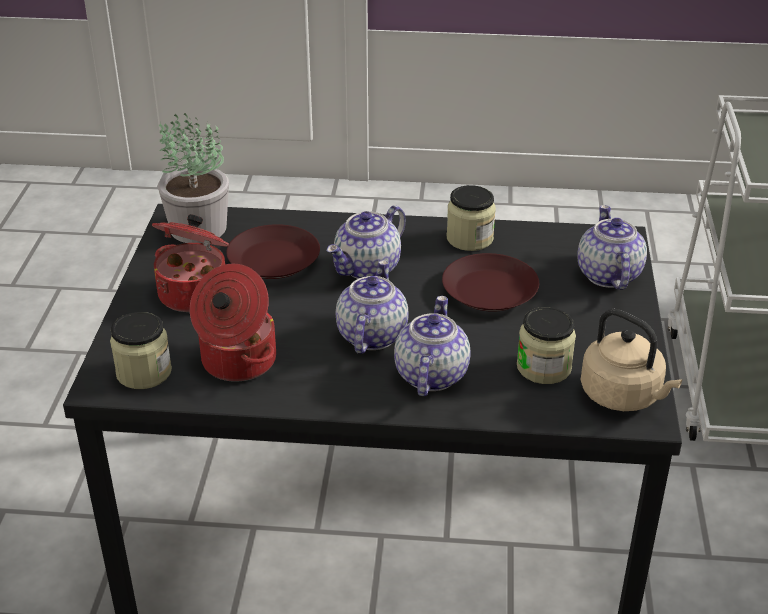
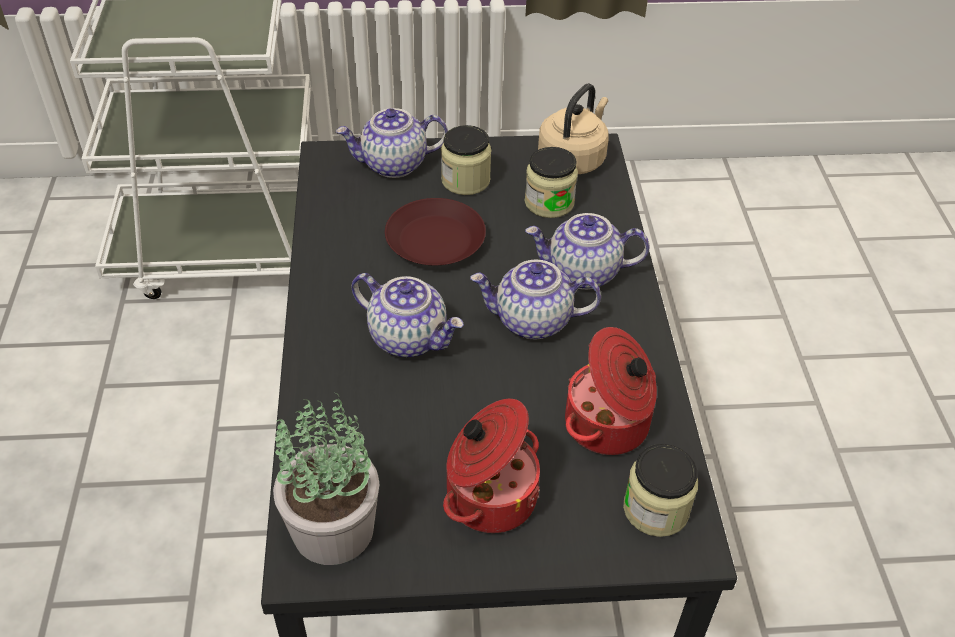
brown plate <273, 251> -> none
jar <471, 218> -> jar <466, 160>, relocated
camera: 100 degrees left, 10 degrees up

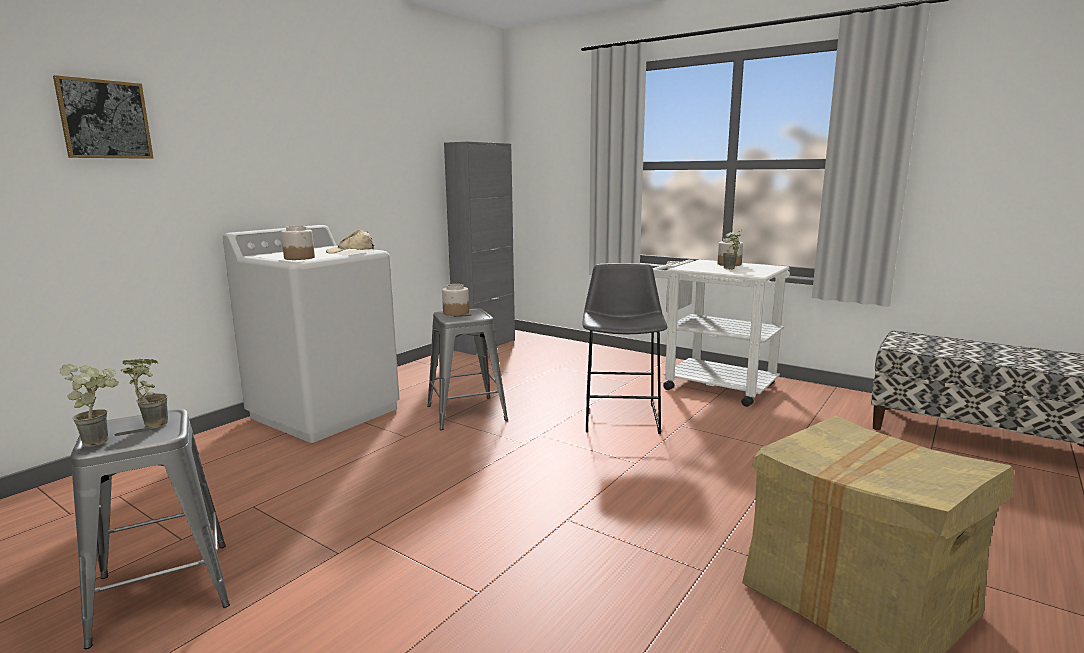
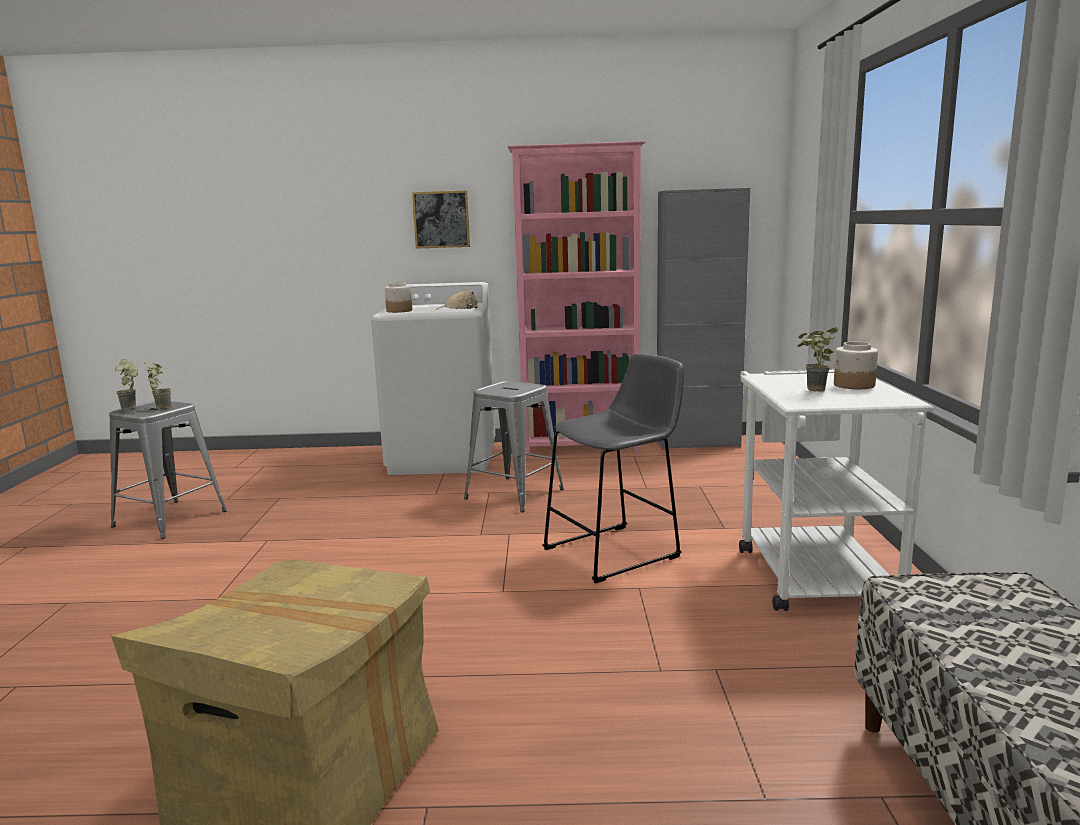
jar <455, 300> -> none
none -> pink bookcase <576, 299>
picture <103, 117> -> picture <441, 220>, relocated
camera: 55 degrees right, 0 degrees up

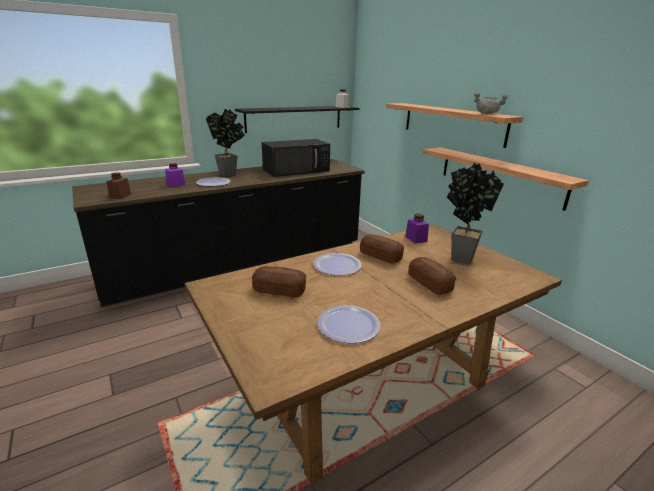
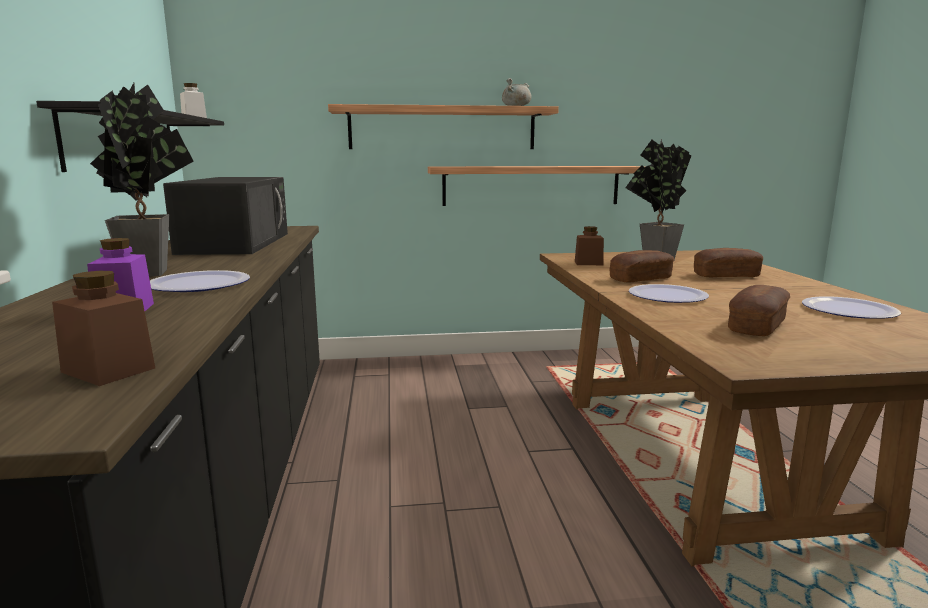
purple jar <417, 228> -> brown jar <589, 245>
camera: 65 degrees left, 10 degrees down

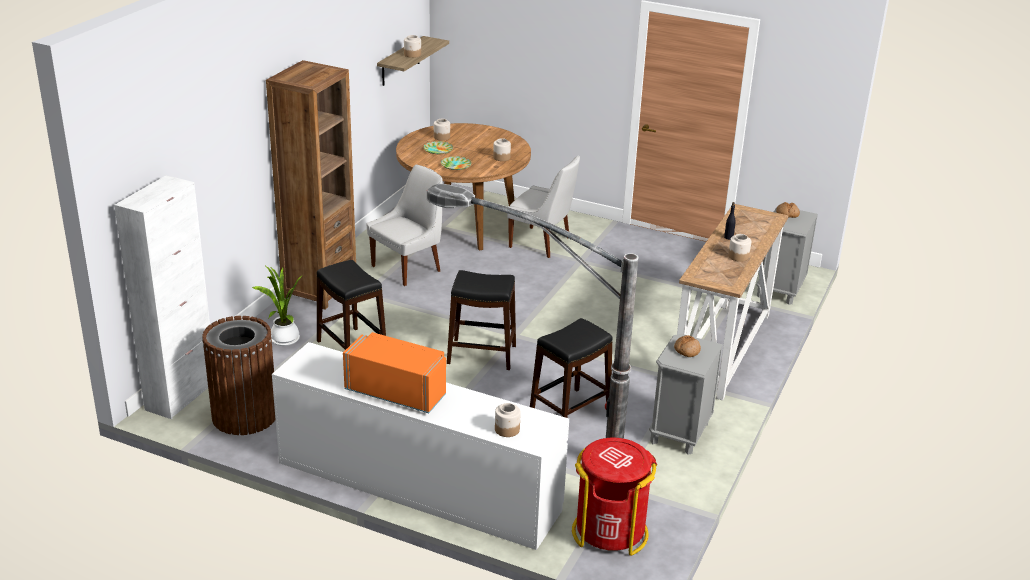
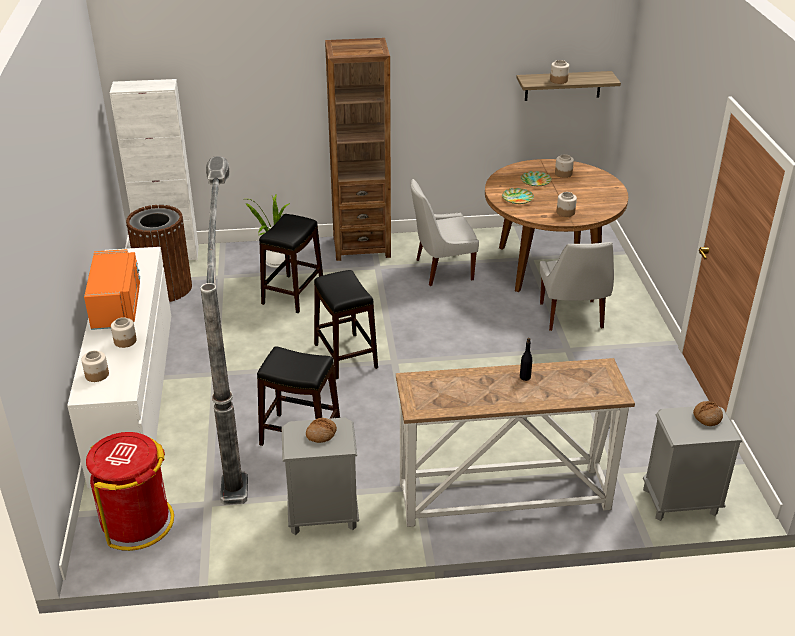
jar <739, 248> -> jar <124, 332>, relocated
white chair <405, 225> -> white chair <445, 232>, 150 degrees clockwise
camera: 60 degrees right, 5 degrees up

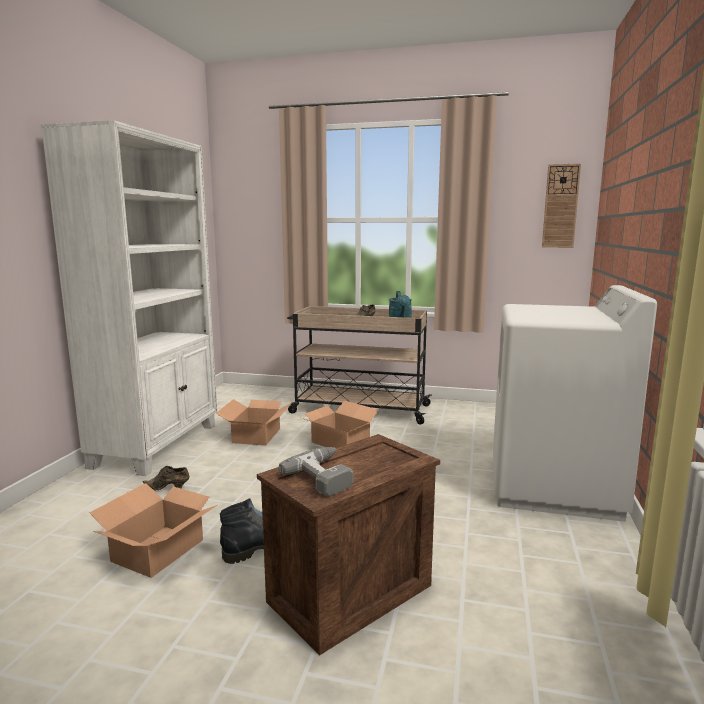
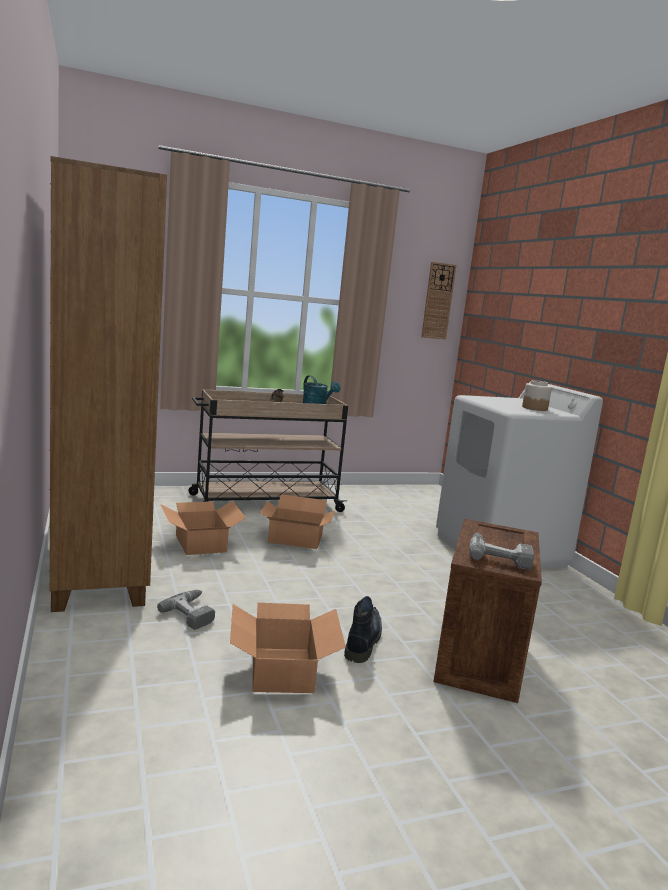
none -> jar <537, 395>
brown shoe <166, 478> -> power drill <186, 610>
white bookcase <129, 298> -> brown bookcase <108, 384>
camera: 35 degrees left, 0 degrees up

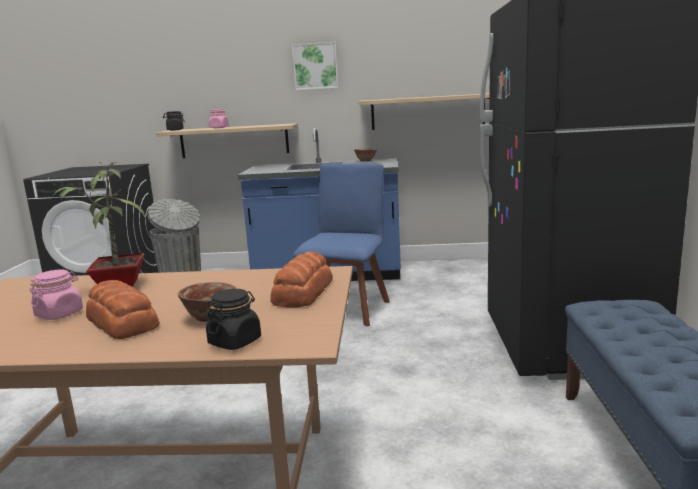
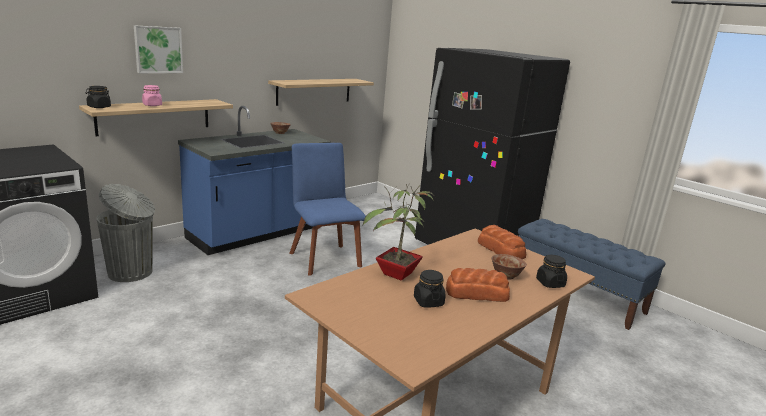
picture <315, 66> -> picture <158, 49>, relocated
pink jar <56, 295> -> black jar <430, 288>
camera: 50 degrees left, 5 degrees up

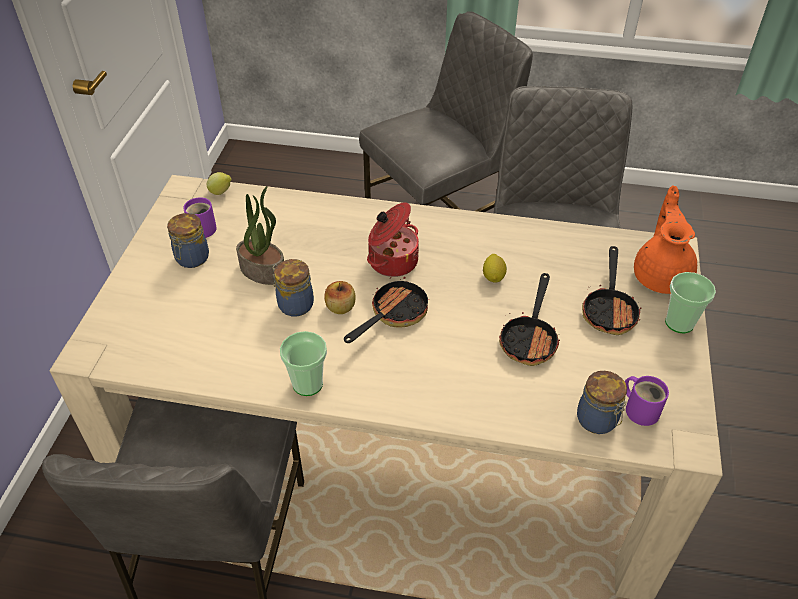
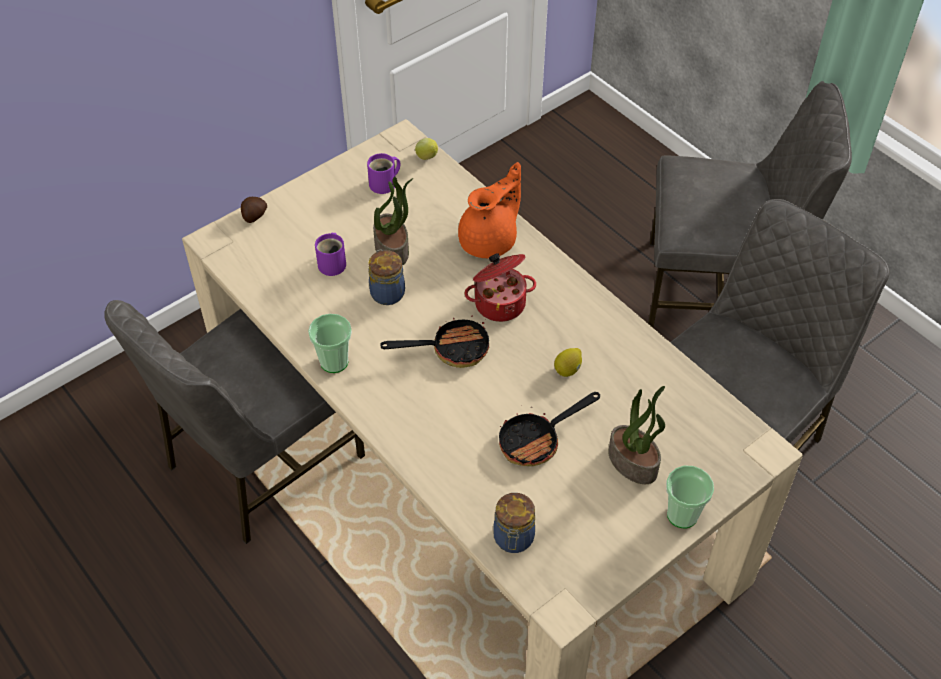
jar <188, 240> -> none
apple <340, 297> -> none
none -> potato <254, 210>
purple mug <647, 401> -> purple mug <330, 254>, relocated
orange teapot <665, 240> -> orange teapot <489, 210>, relocated
frying pan <612, 290> -> potted plant <636, 435>
camera: 40 degrees right, 5 degrees up

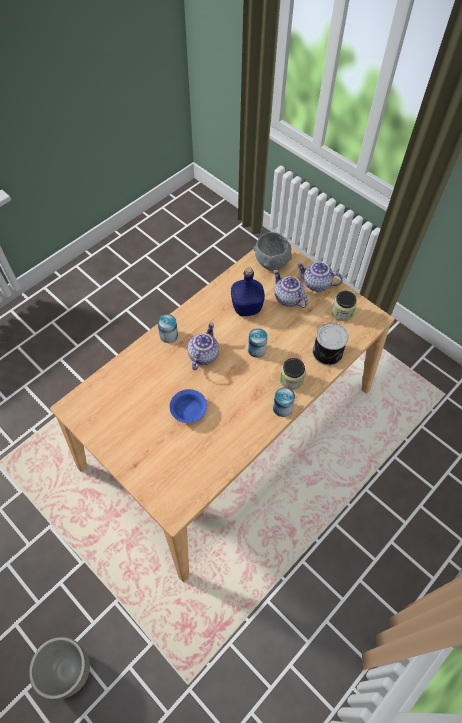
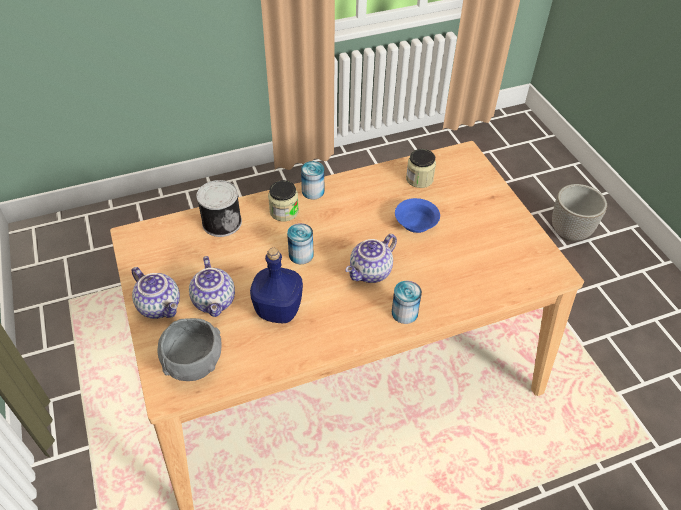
jar <344, 306> -> jar <421, 168>, relocated
camera: 155 degrees left, 10 degrees down

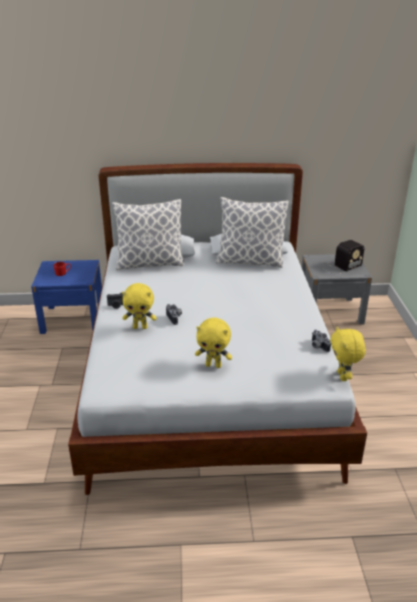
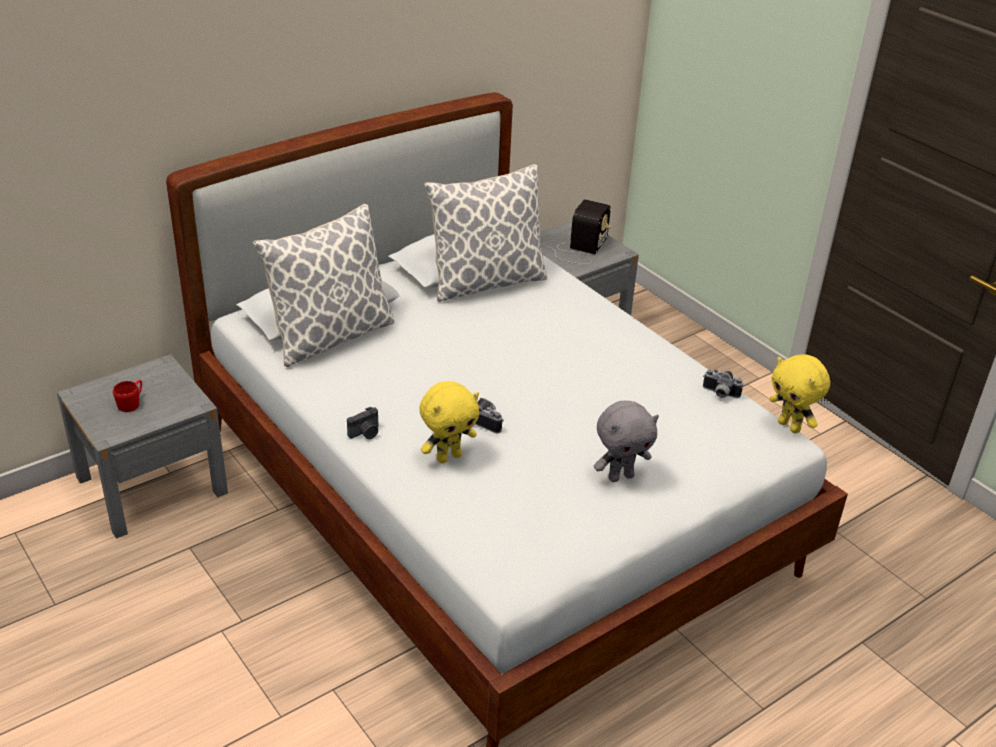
blue nightstand <66, 297> -> grey nightstand <142, 446>
yellow plush toy <213, 343> -> grey plush toy <626, 441>
camera: 35 degrees left, 5 degrees up

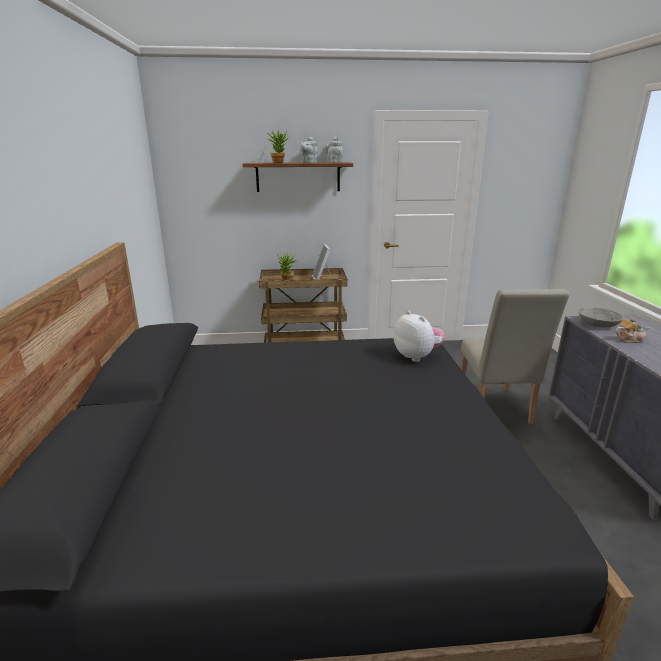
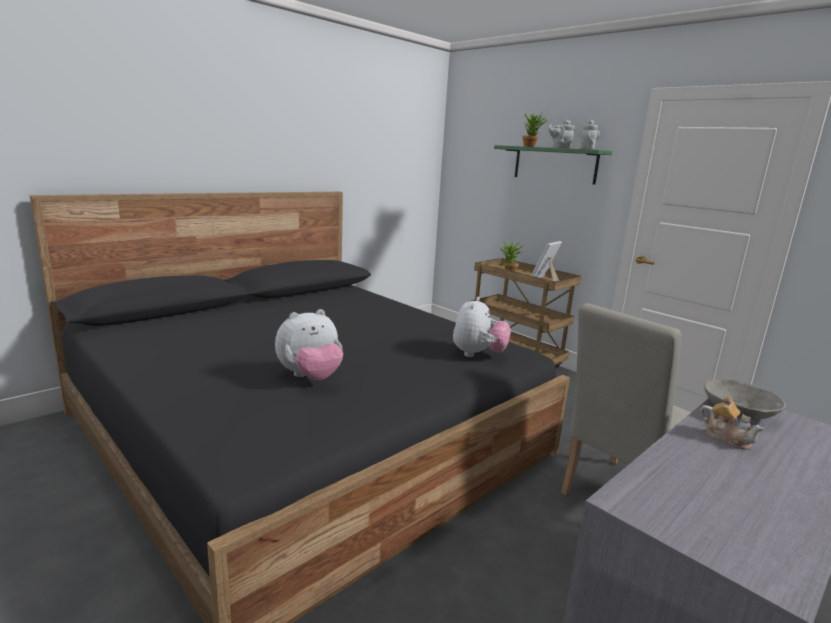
none -> plush toy <309, 344>
brown shelf <298, 177> -> green shelf <553, 165>
camera: 50 degrees right, 5 degrees down

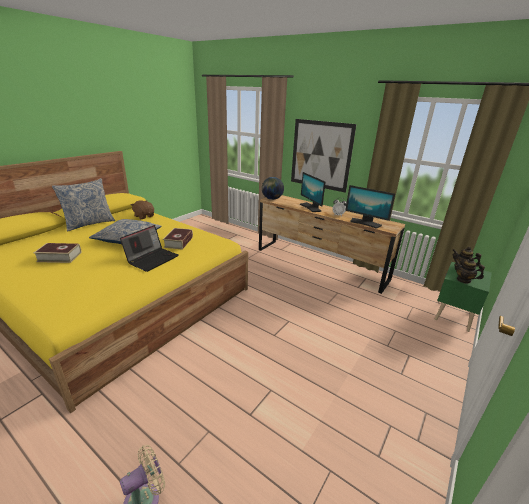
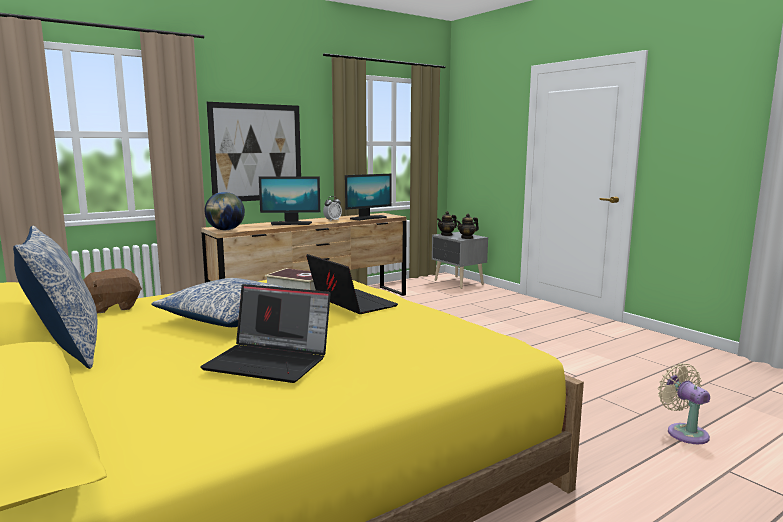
book <58, 253> -> laptop <265, 333>
green nightstand <463, 297> -> grey nightstand <460, 260>
camera: 70 degrees left, 15 degrees down

